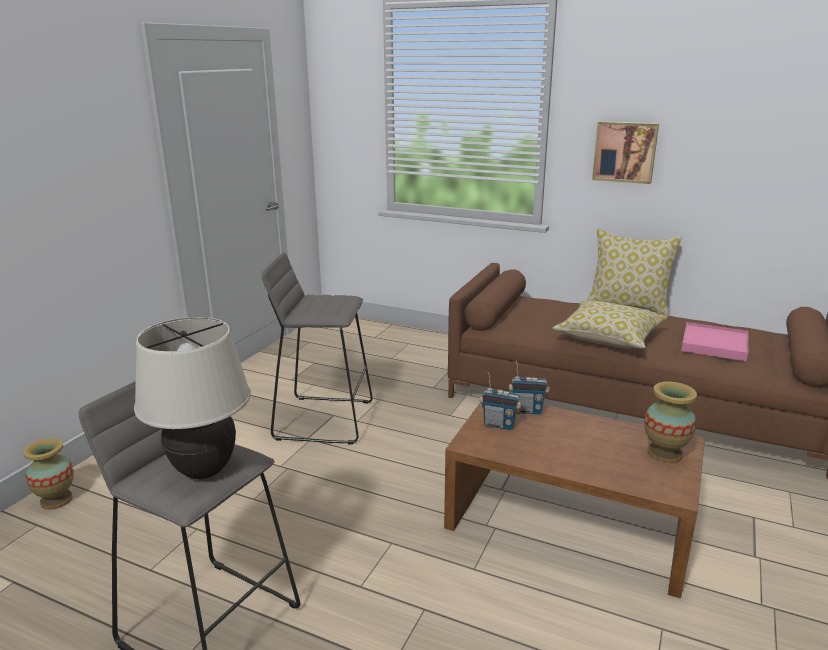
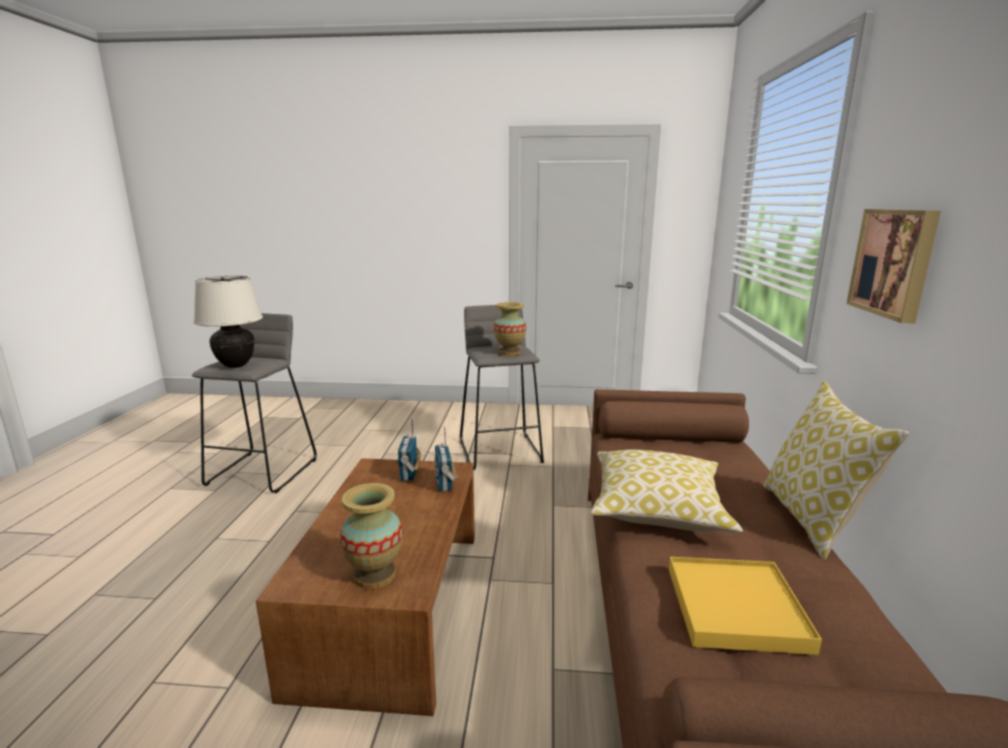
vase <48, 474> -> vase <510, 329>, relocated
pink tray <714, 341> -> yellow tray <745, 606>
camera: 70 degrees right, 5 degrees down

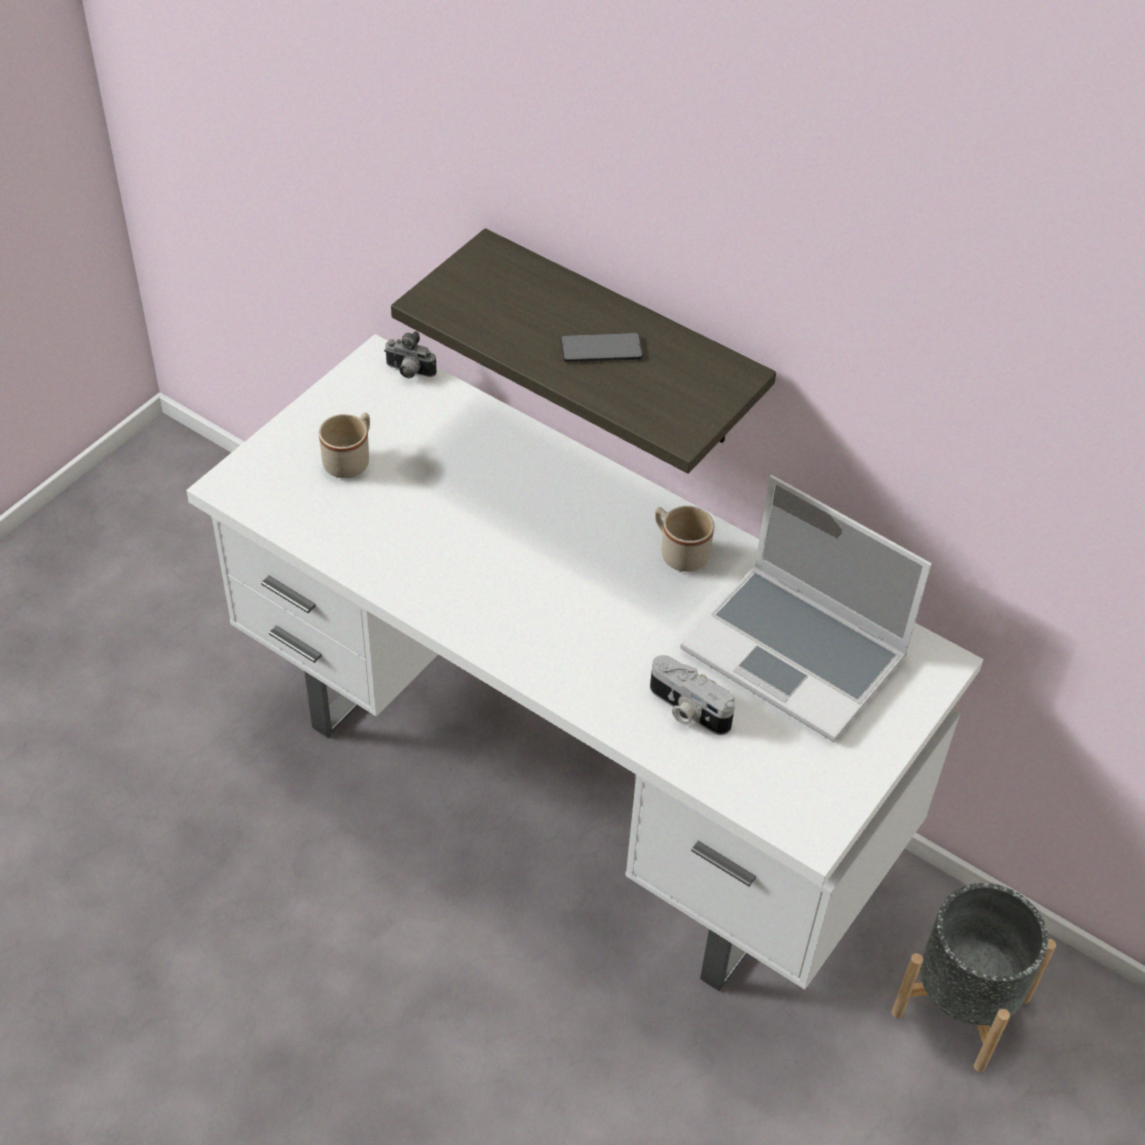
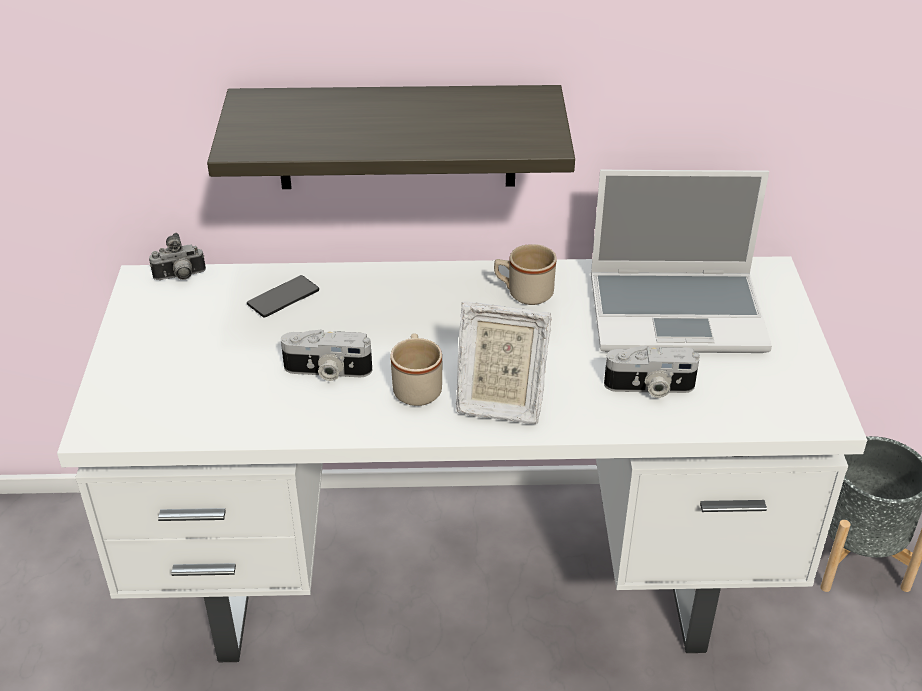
none -> photo camera <326, 355>
none -> picture frame <503, 363>
beige mug <344, 445> -> beige mug <416, 369>, relocated
phone <602, 347> -> phone <283, 296>, relocated
camera: 35 degrees left, 10 degrees down

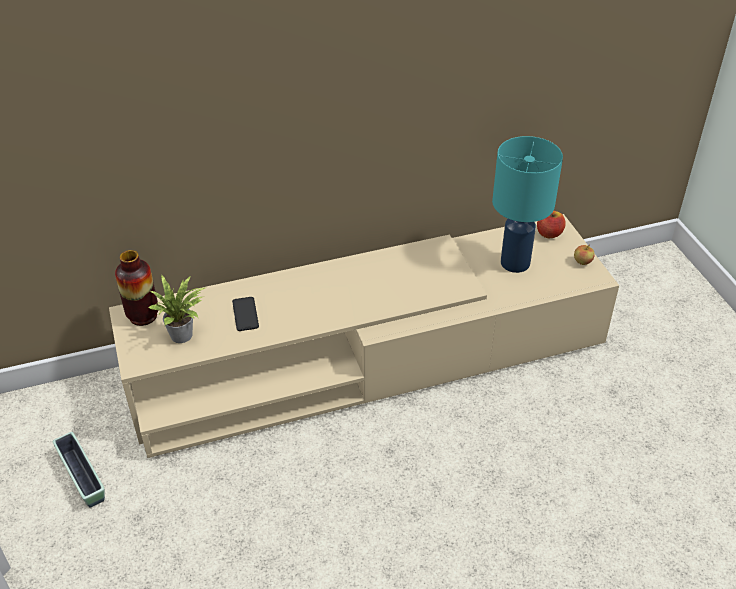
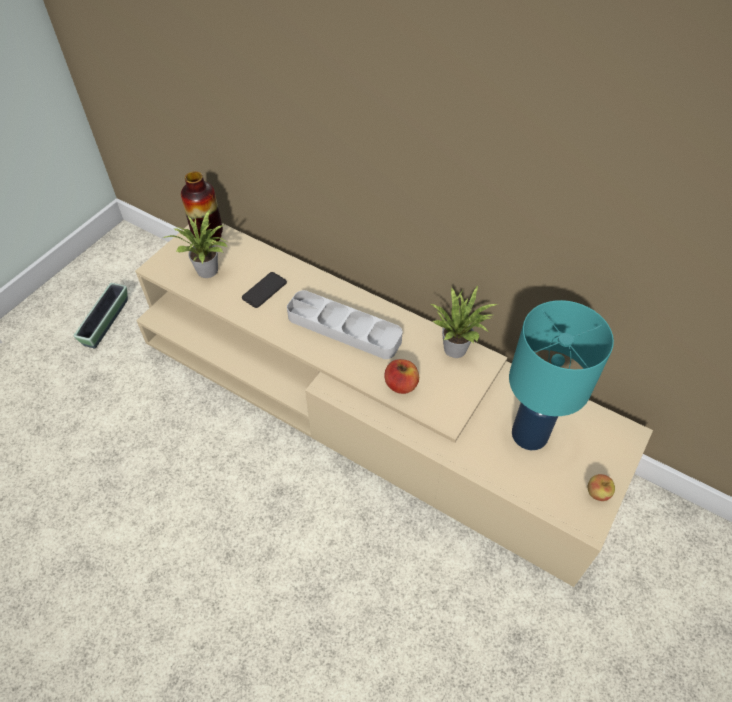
none -> grey tray <344, 324>
none -> potted plant <464, 322>
apple <551, 224> -> apple <401, 376>, relocated
camera: 50 degrees right, 10 degrees up

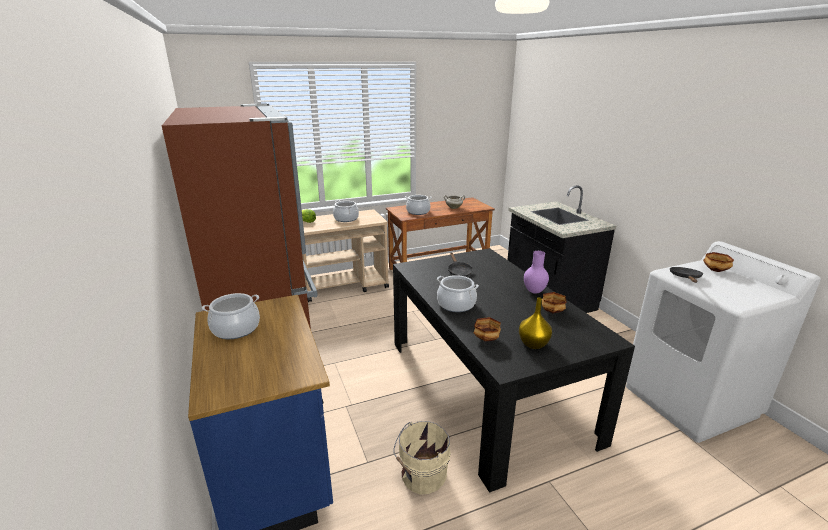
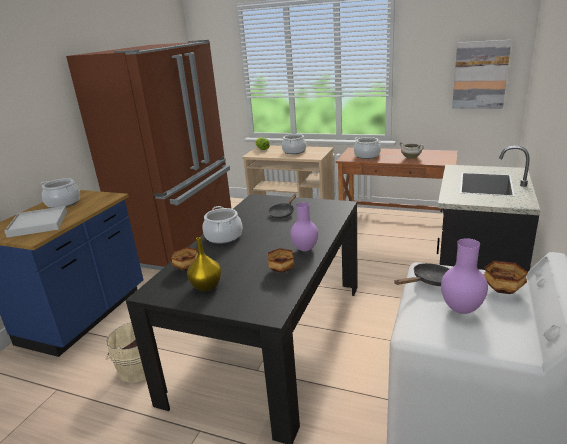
none -> white tray <36, 222>
none -> purple vase <464, 276>
none -> picture <482, 74>
camera: 45 degrees right, 0 degrees up

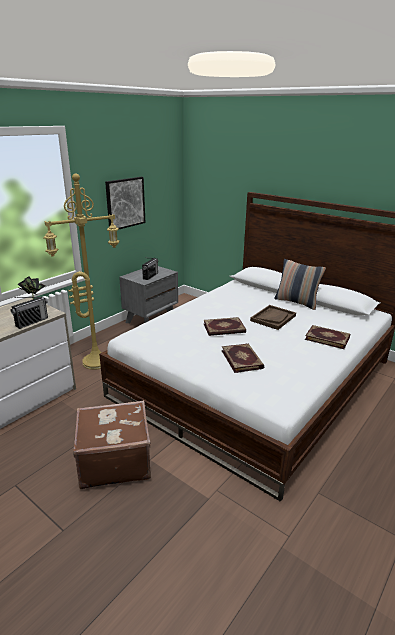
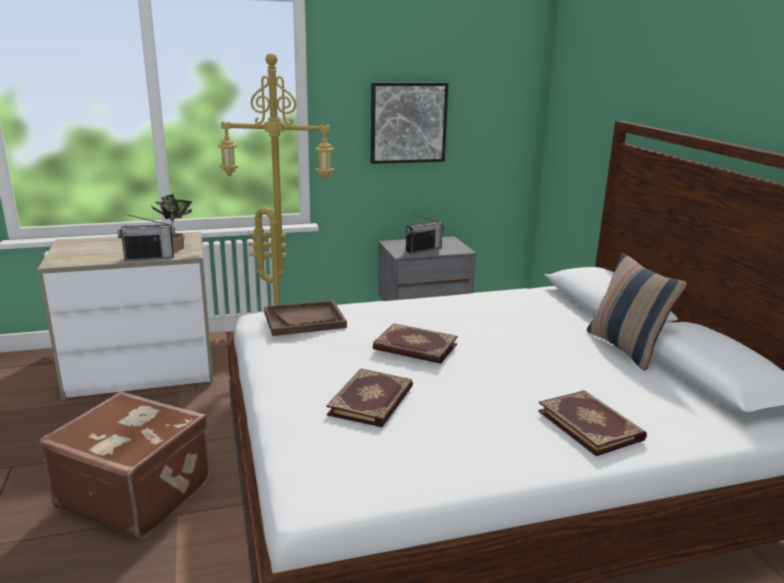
brown tray <273, 317> -> brown tray <305, 318>, relocated
camera: 35 degrees right, 5 degrees down

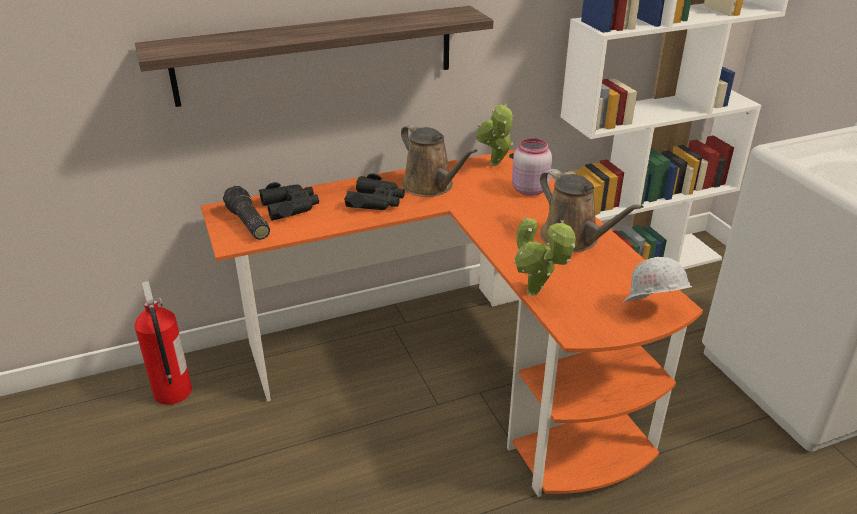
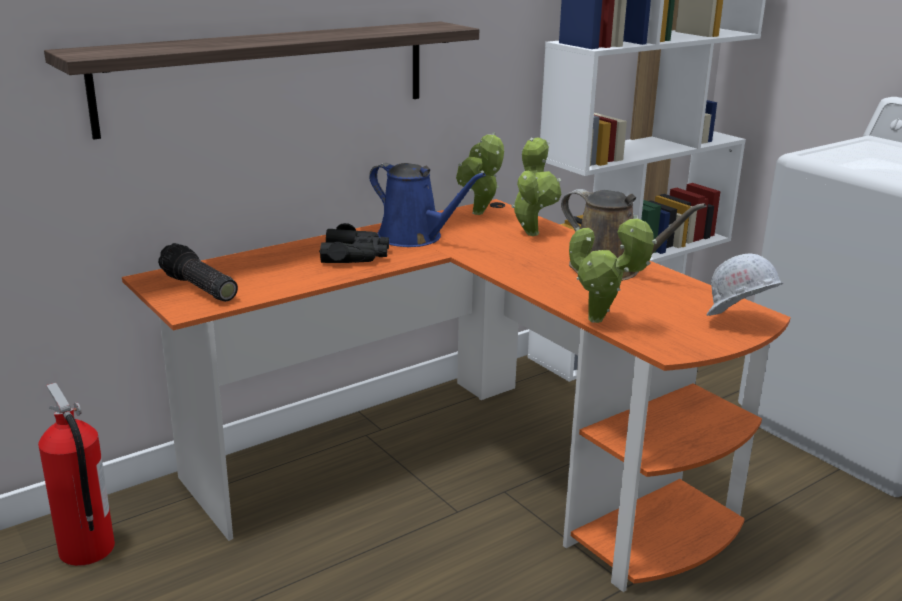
black binoculars <289, 201> -> none
pink jar <532, 167> -> potted plant <536, 186>
brown watering can <439, 160> -> blue watering can <427, 205>
camera: 15 degrees left, 10 degrees down

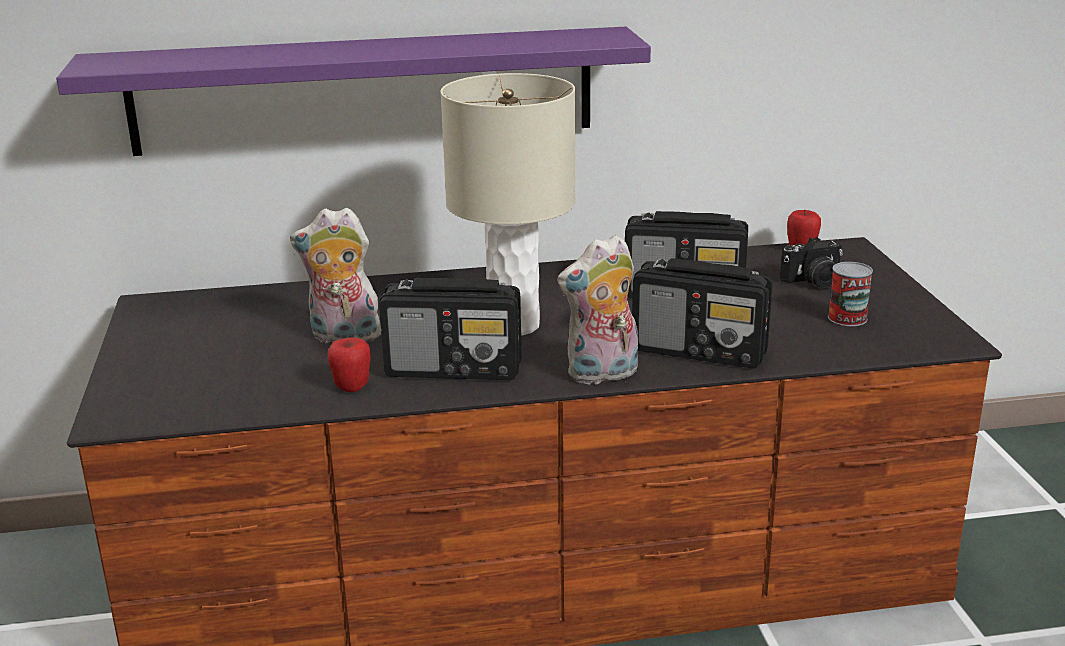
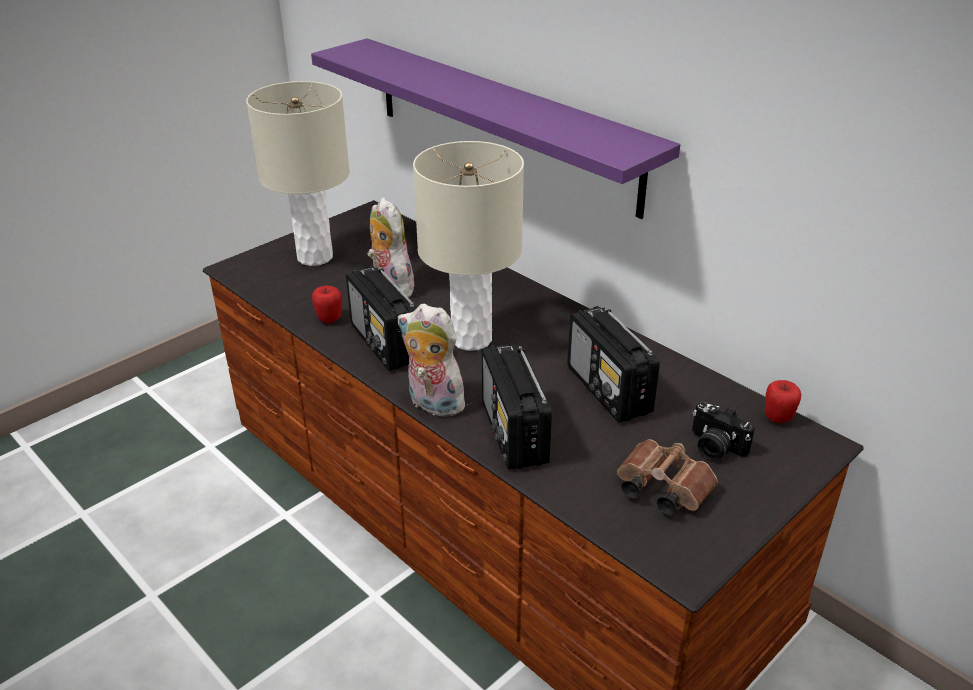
none -> beige table lamp <298, 173>
can <850, 294> -> brown binoculars <667, 477>
camera: 55 degrees right, 10 degrees up

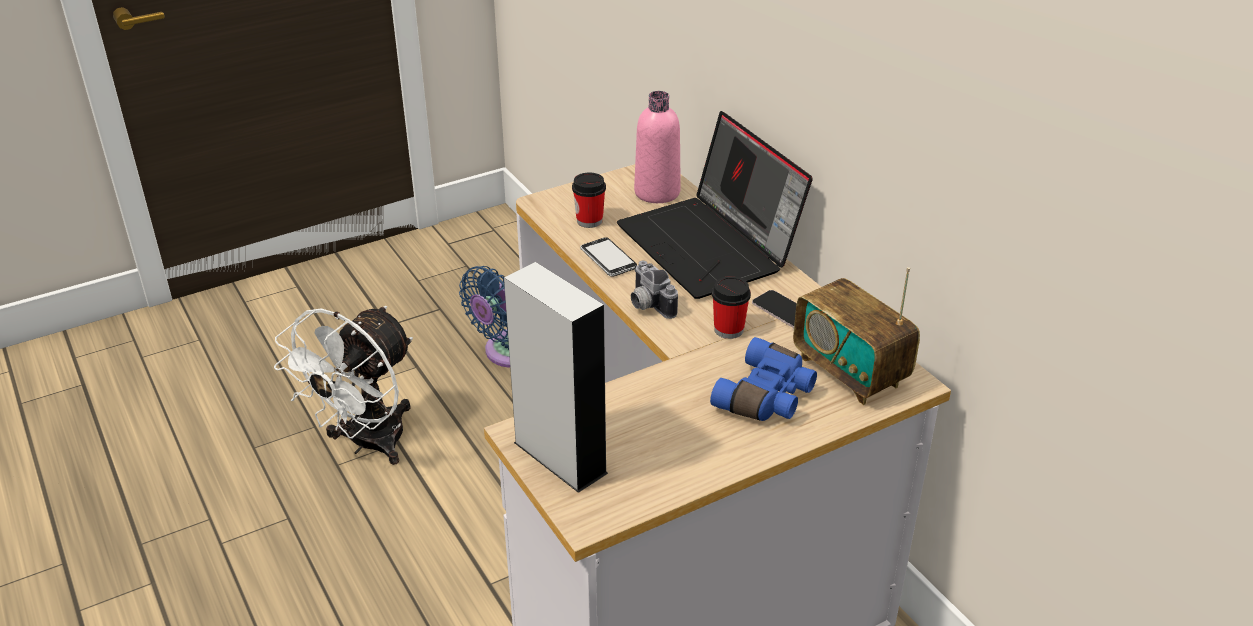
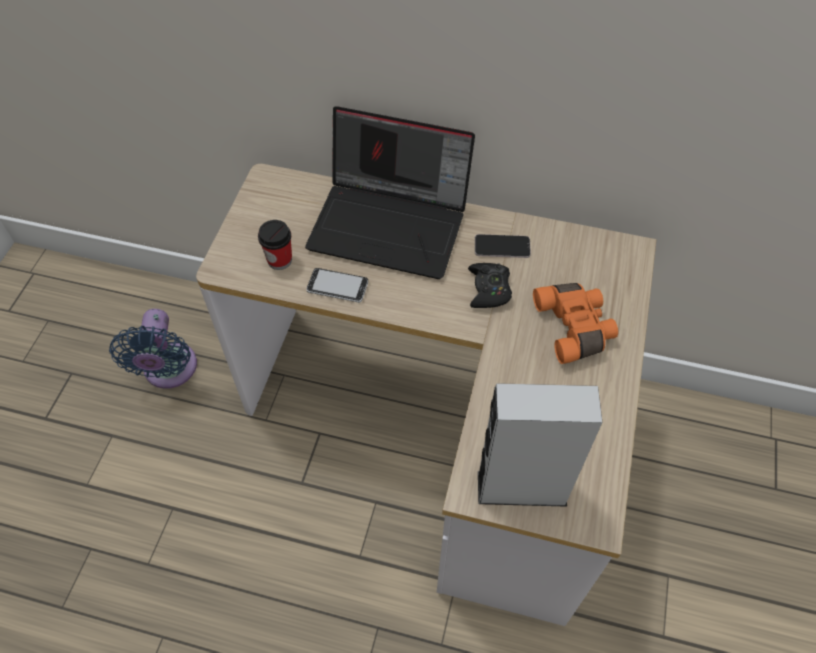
white fan <343, 385> -> none
photo camera <654, 290> -> none
pink bottle <657, 147> -> none
radio <856, 336> -> none
cup <731, 307> -> black game controller <490, 285>
blue binoculars <763, 379> -> orange binoculars <575, 323>
camera: 45 degrees left, 20 degrees up

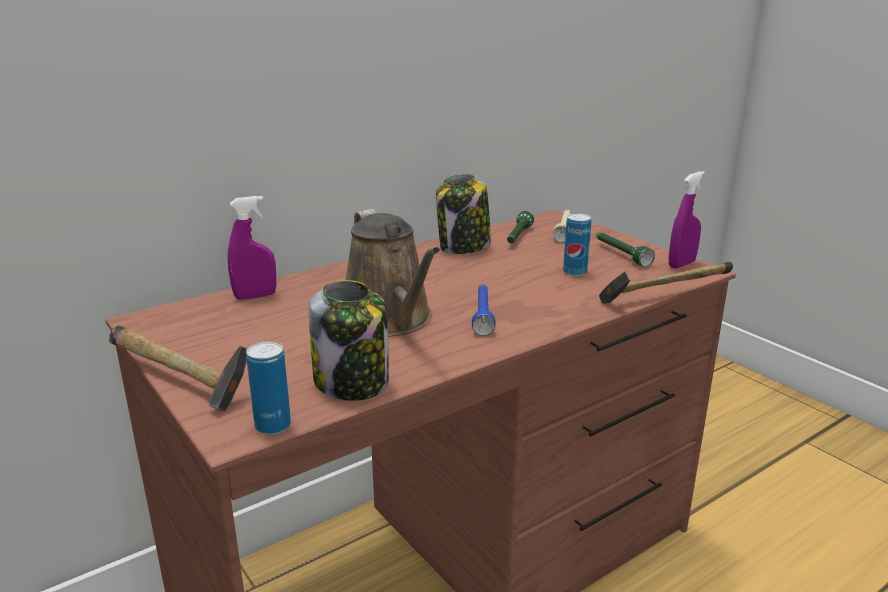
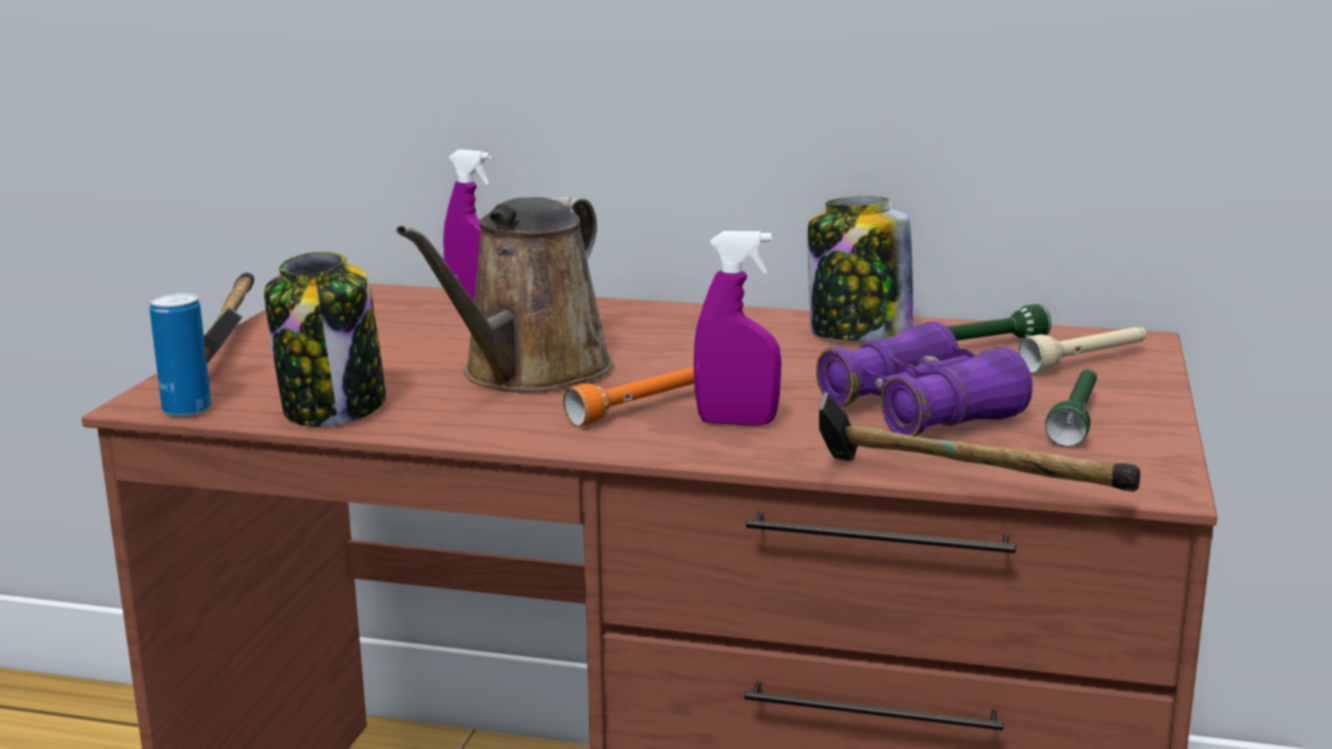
purple spray bottle <687, 220> -> purple spray bottle <737, 328>, relocated
can <577, 244> -> purple binoculars <924, 379>
blue flashlight <484, 310> -> orange flashlight <628, 396>
camera: 50 degrees right, 5 degrees down

